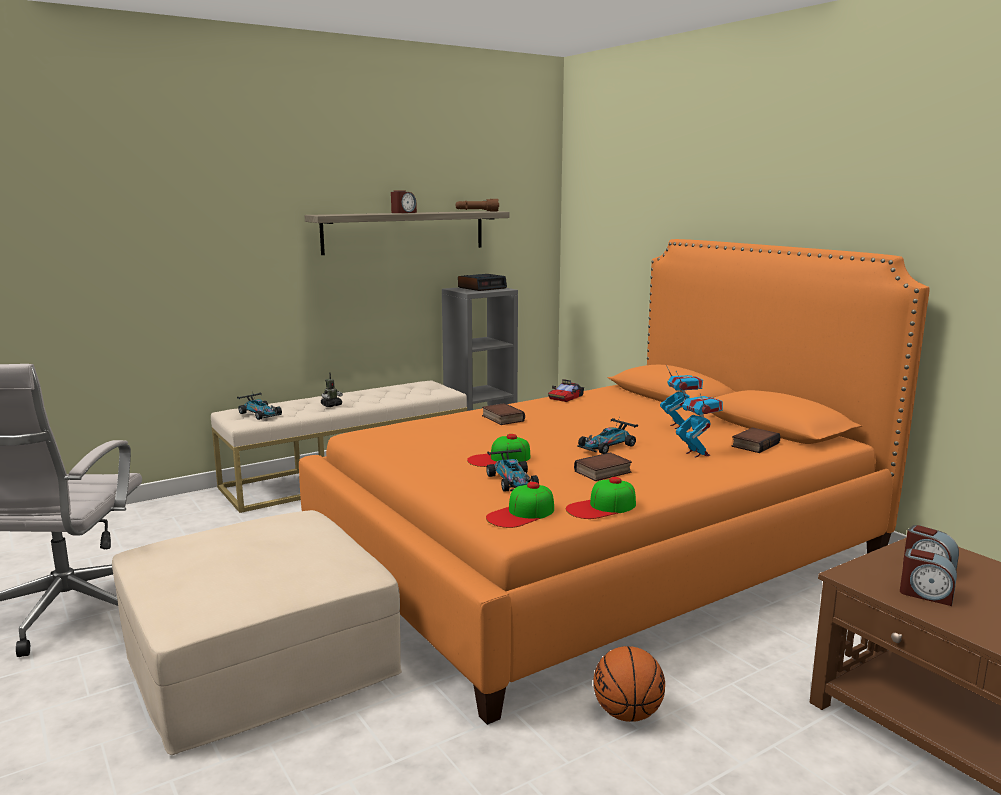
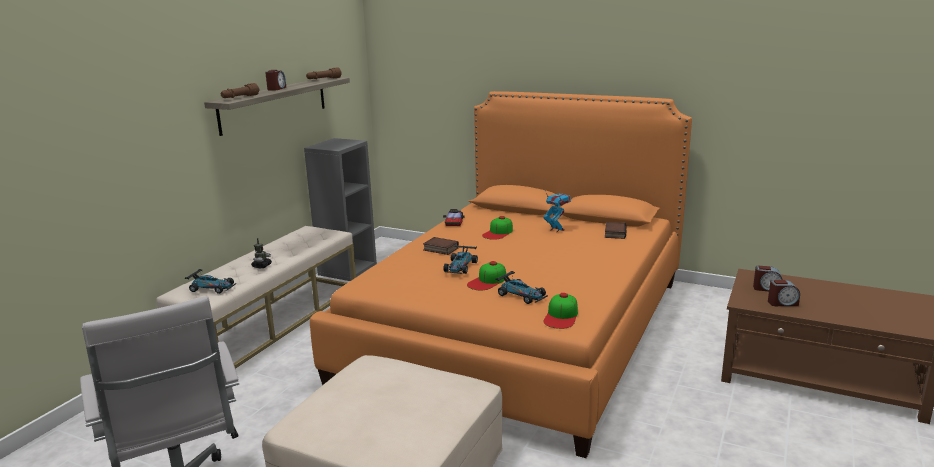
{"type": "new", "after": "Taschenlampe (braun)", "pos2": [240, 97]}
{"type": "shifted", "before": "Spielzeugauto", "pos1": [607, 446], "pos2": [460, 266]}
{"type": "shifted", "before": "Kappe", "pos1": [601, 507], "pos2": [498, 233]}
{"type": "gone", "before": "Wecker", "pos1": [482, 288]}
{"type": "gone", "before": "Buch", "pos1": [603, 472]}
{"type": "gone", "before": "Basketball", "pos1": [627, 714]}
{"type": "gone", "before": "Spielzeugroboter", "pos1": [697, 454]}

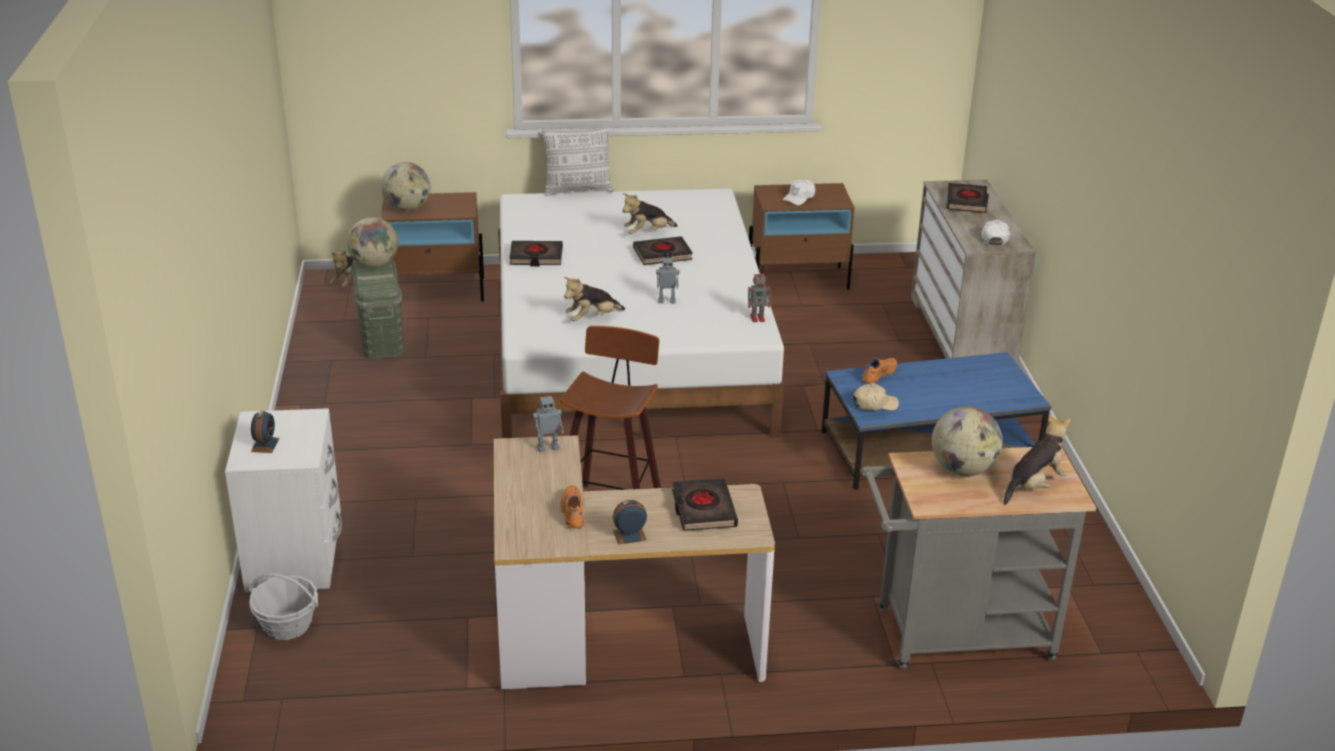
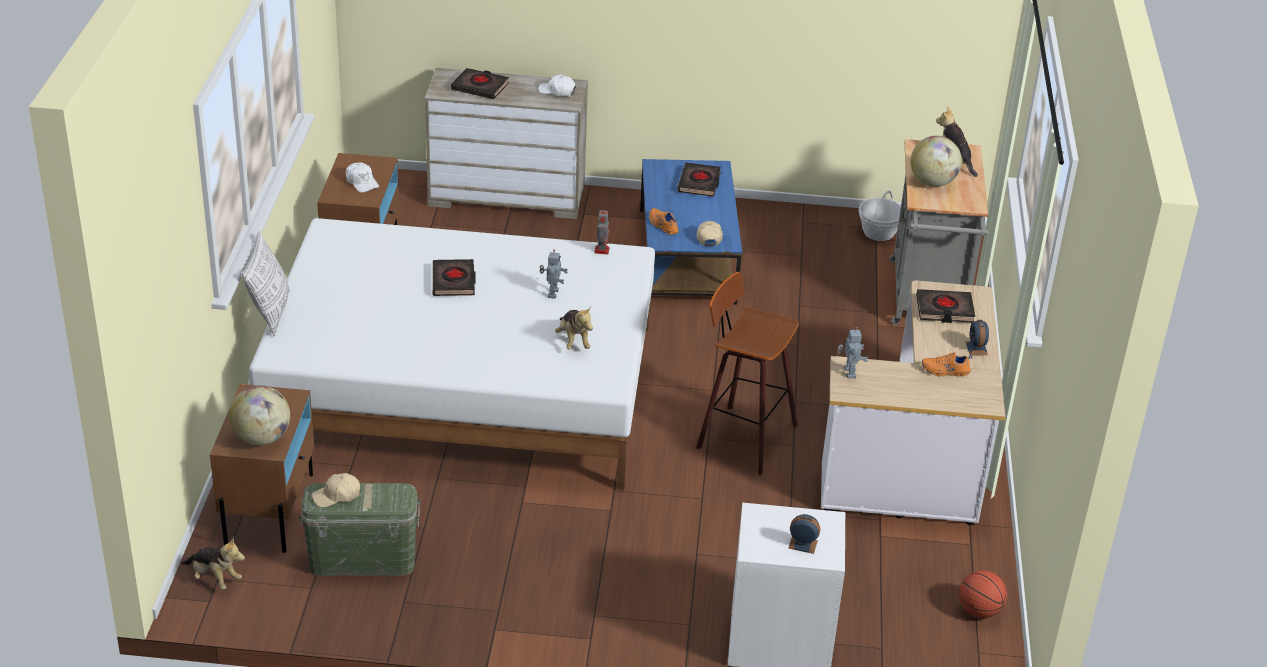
{"type": "swapped", "before": "Globus", "after": "Kappe (beige)", "pos1": [374, 265], "pos2": [337, 496]}
{"type": "shifted", "before": "Buch (schwarz)", "pos1": [536, 257], "pos2": [699, 183]}
{"type": "shifted", "before": "Korb", "pos1": [287, 625], "pos2": [878, 232]}
{"type": "new", "after": "Basketball", "pos2": [979, 611]}
{"type": "gone", "before": "Plüschtier", "pos1": [647, 233]}

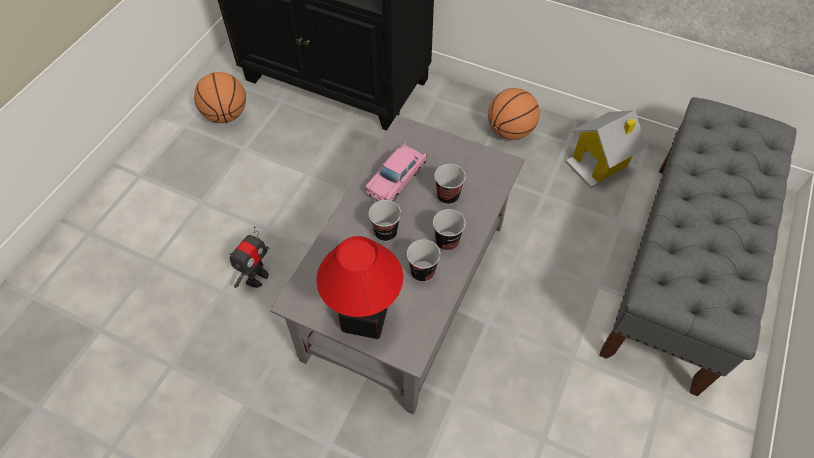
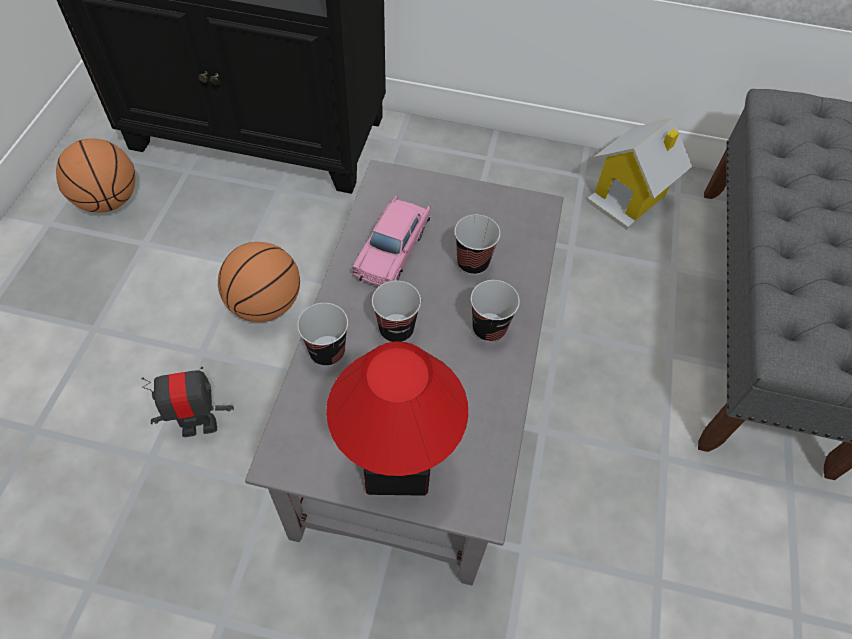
{"type": "rotated", "before": "Spielzeugroboter", "pos1": [257, 277], "pos2": [199, 426], "turn": -120}
{"type": "shifted", "before": "Basketball", "pos1": [510, 131], "pos2": [265, 304]}
{"type": "shifted", "before": "Tasse", "pos1": [422, 272], "pos2": [327, 352]}

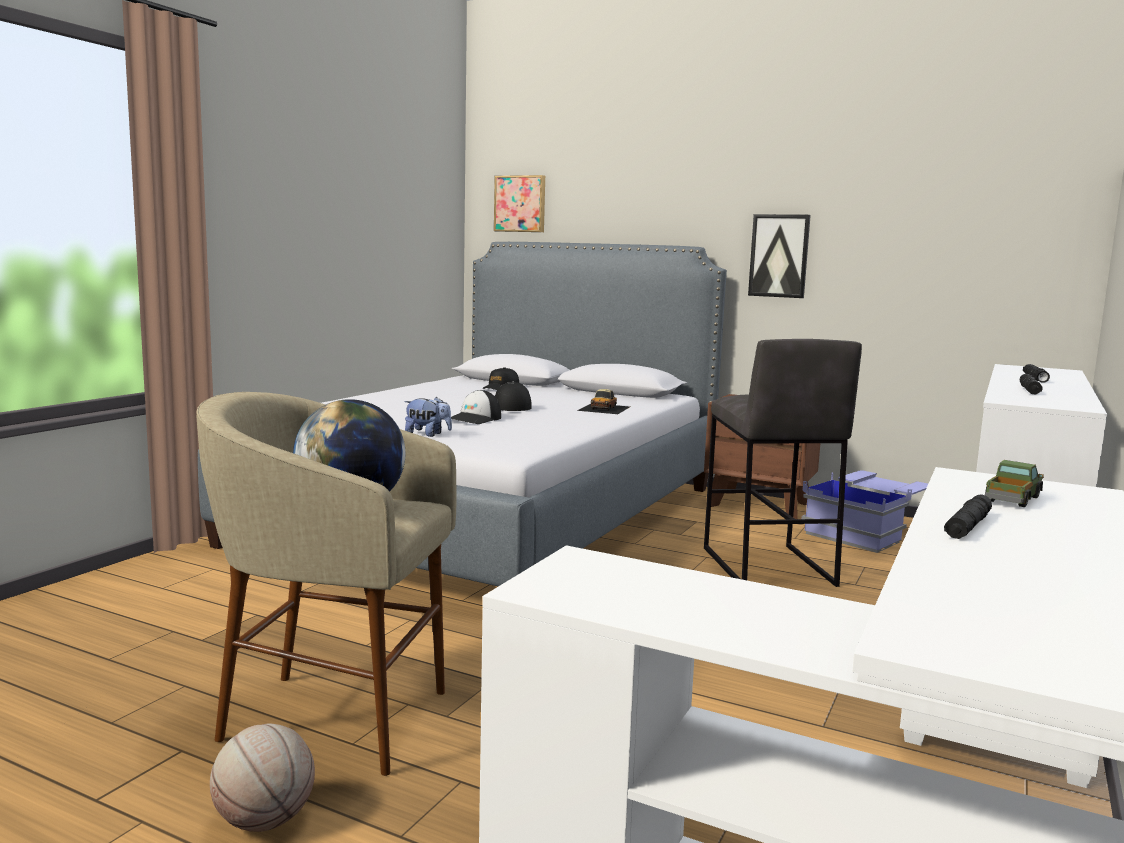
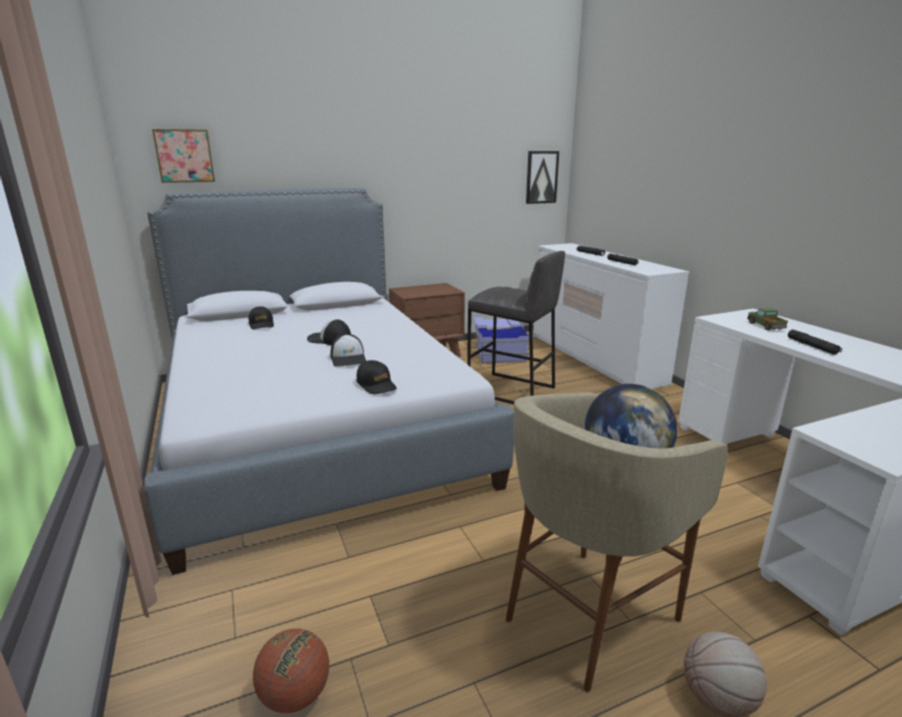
{"type": "new", "after": "Basketball", "pos2": [295, 695]}
{"type": "swapped", "before": "Plüschtier", "after": "Kappe (schwarz)", "pos1": [428, 434], "pos2": [376, 385]}
{"type": "shifted", "before": "Bild", "pos1": [779, 256], "pos2": [541, 177]}
{"type": "gone", "before": "Spielzeugauto", "pos1": [604, 408]}

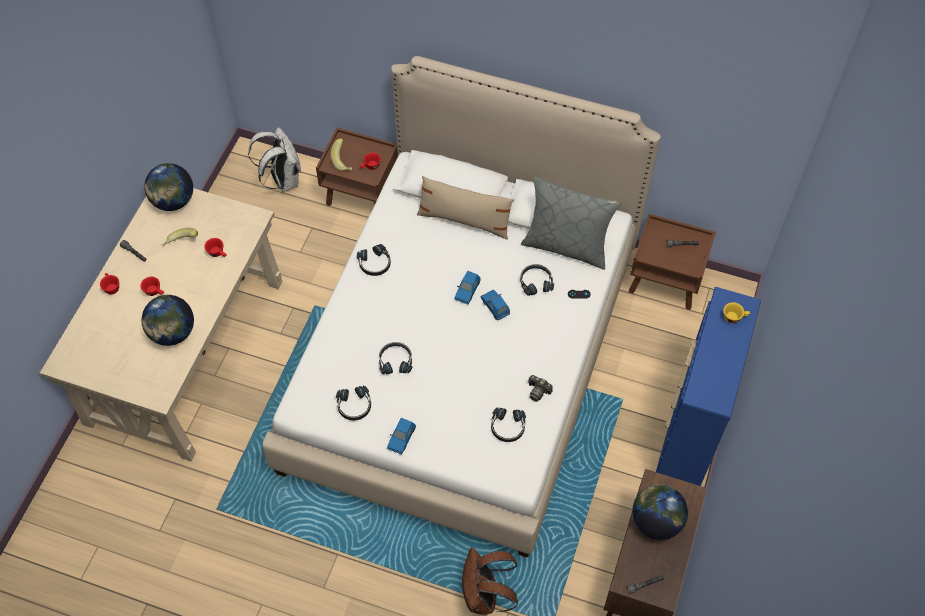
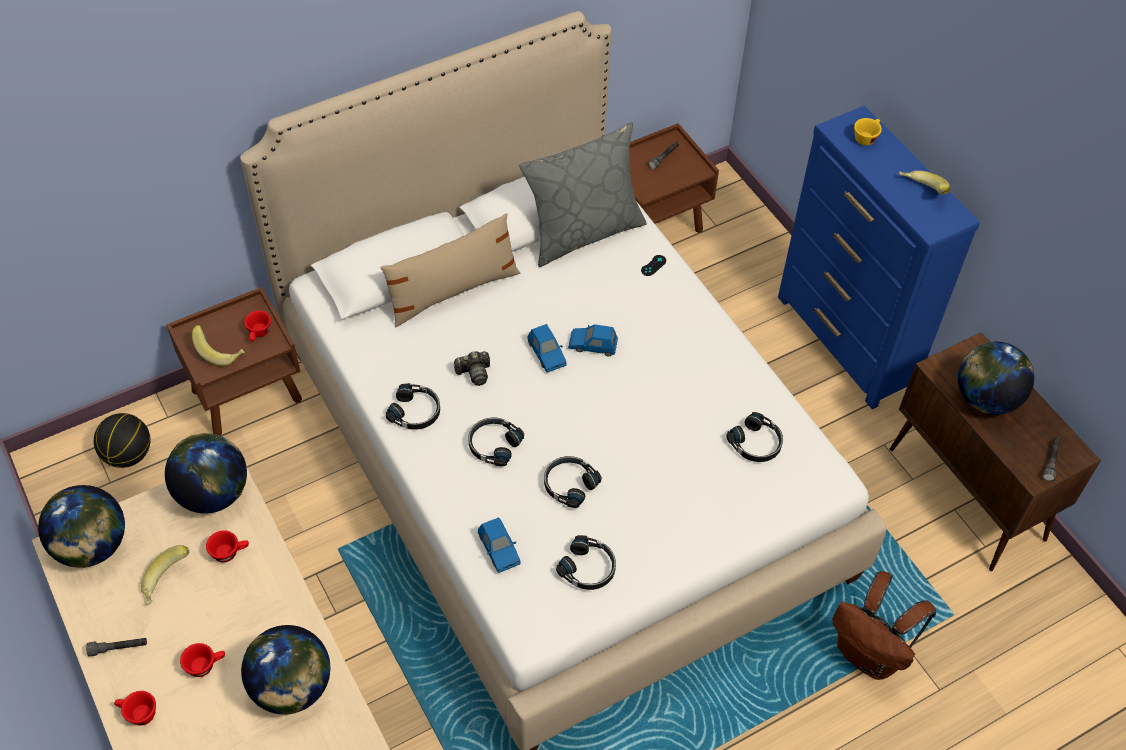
{"type": "swapped", "before": "Rucksack (weiß)", "after": "Basketball", "pos1": [282, 180], "pos2": [128, 455]}
{"type": "new", "after": "Globus", "pos2": [213, 494]}
{"type": "shifted", "before": "Kamera", "pos1": [538, 391], "pos2": [474, 373]}
{"type": "shifted", "before": "Kopfhörer (schwarz)", "pos1": [535, 282], "pos2": [493, 445]}
{"type": "shifted", "before": "Spielzeugauto (blau)", "pos1": [401, 438], "pos2": [499, 549]}
{"type": "new", "after": "Banane", "pos2": [920, 192]}

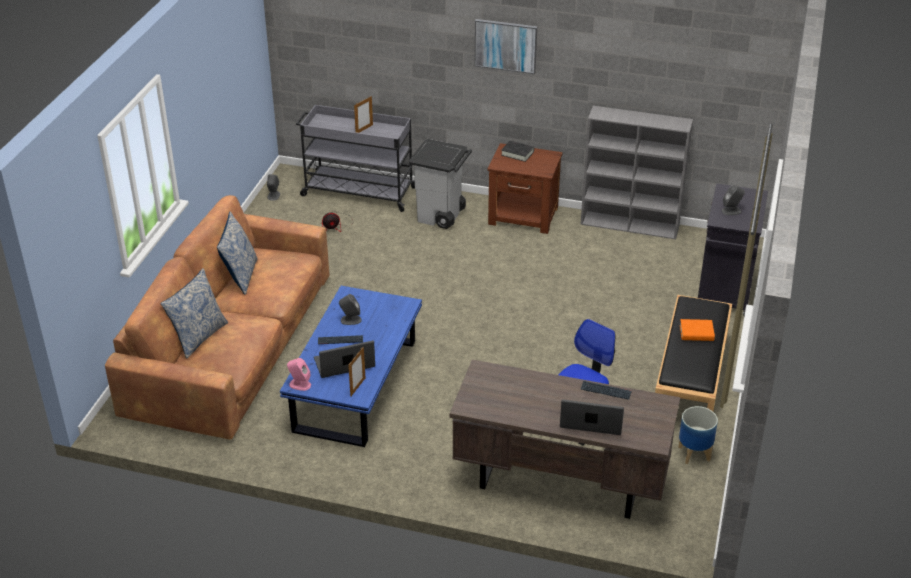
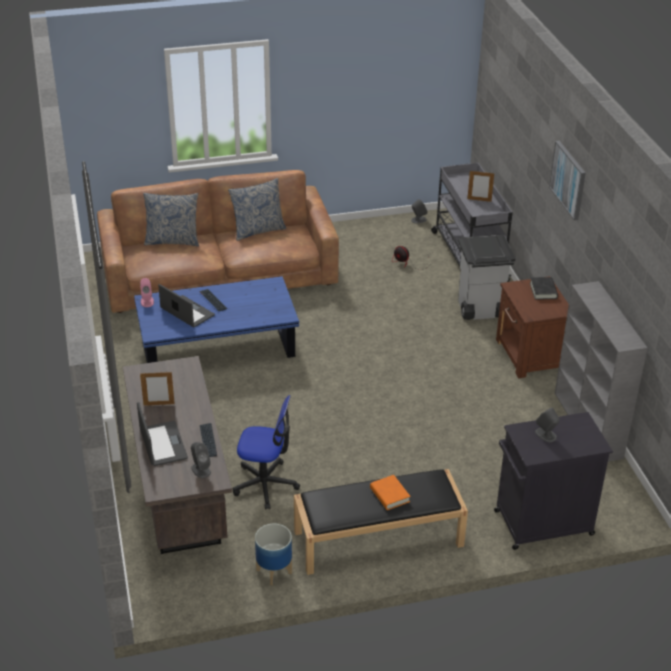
{"type": "shifted", "before": "Bilderrahmen", "pos1": [358, 387], "pos2": [159, 404]}
{"type": "shifted", "before": "Lautsprecher (grau)", "pos1": [350, 320], "pos2": [201, 469]}

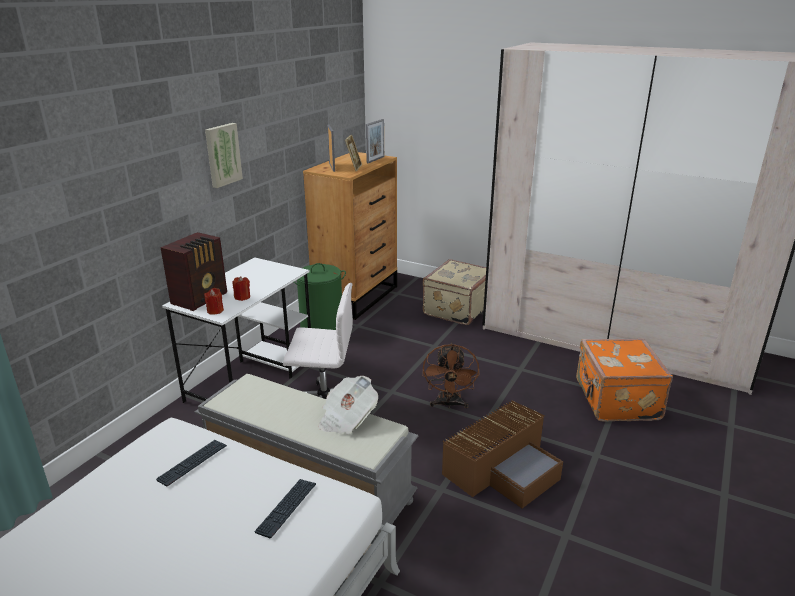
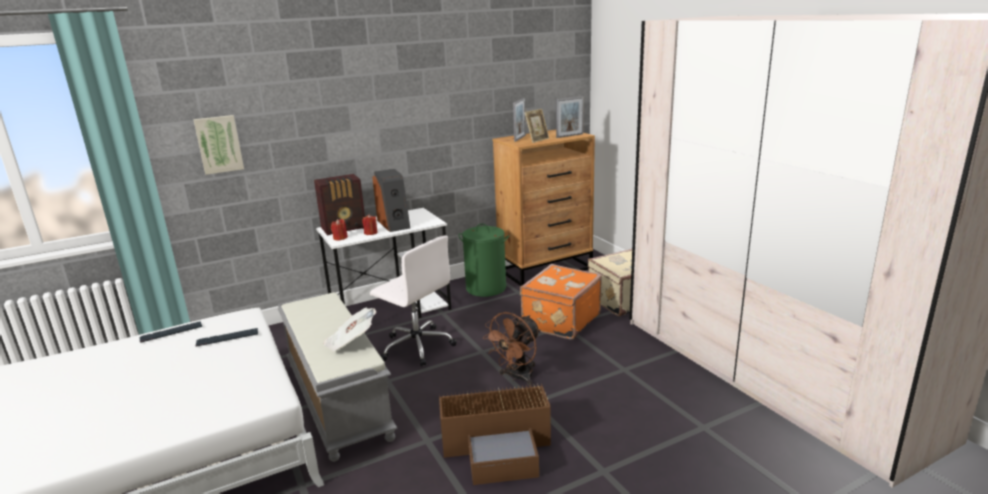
{"type": "shifted", "before": "Tastatur", "pos1": [286, 508], "pos2": [171, 333]}
{"type": "shifted", "before": "Bild", "pos1": [222, 155], "pos2": [219, 144]}
{"type": "new", "after": "Lautsprecher", "pos2": [394, 224]}
{"type": "shifted", "before": "Koffer (orange)", "pos1": [615, 400], "pos2": [559, 320]}

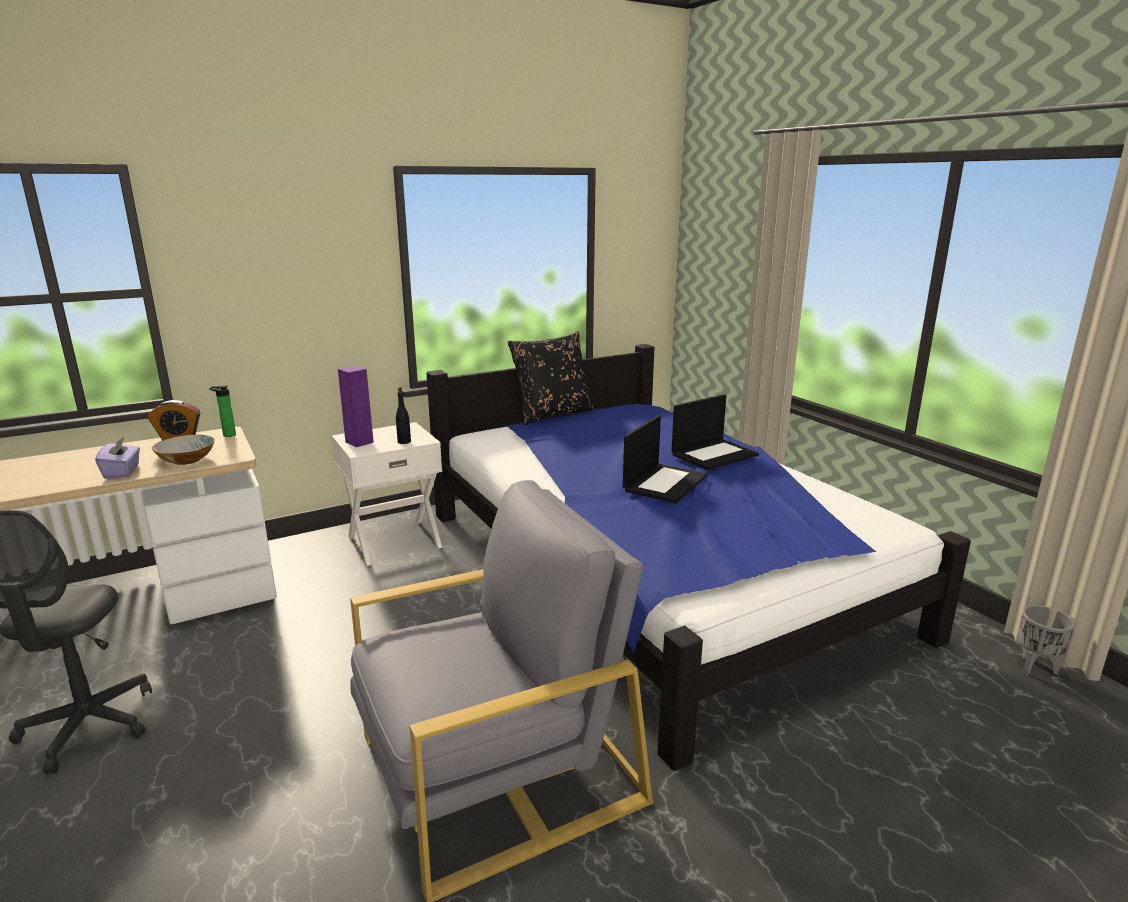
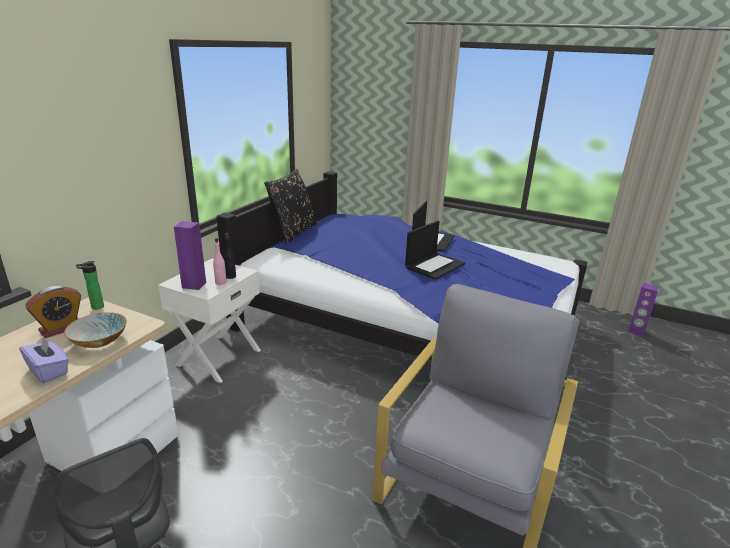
{"type": "new", "after": "Flasche (rosa)", "pos2": [220, 282]}
{"type": "rotated", "before": "Laptop", "pos1": [664, 483], "pos2": [435, 265], "turn": 45}
{"type": "new", "after": "Lautsprecher (lila)", "pos2": [636, 331]}
{"type": "gone", "before": "Pflanzkübel (grau)", "pos1": [1036, 668]}

